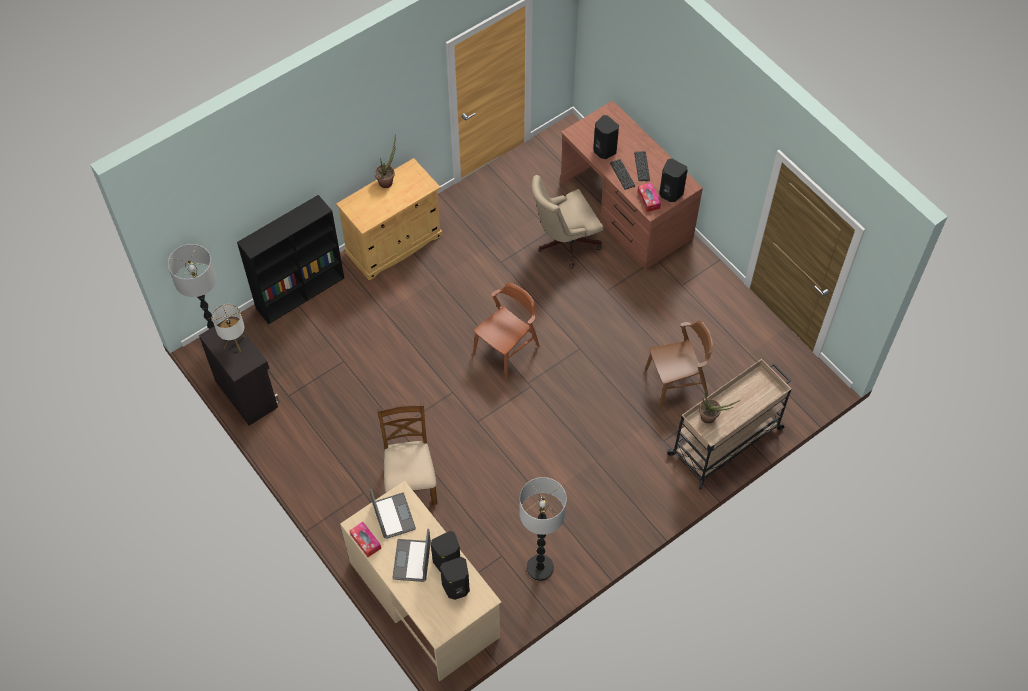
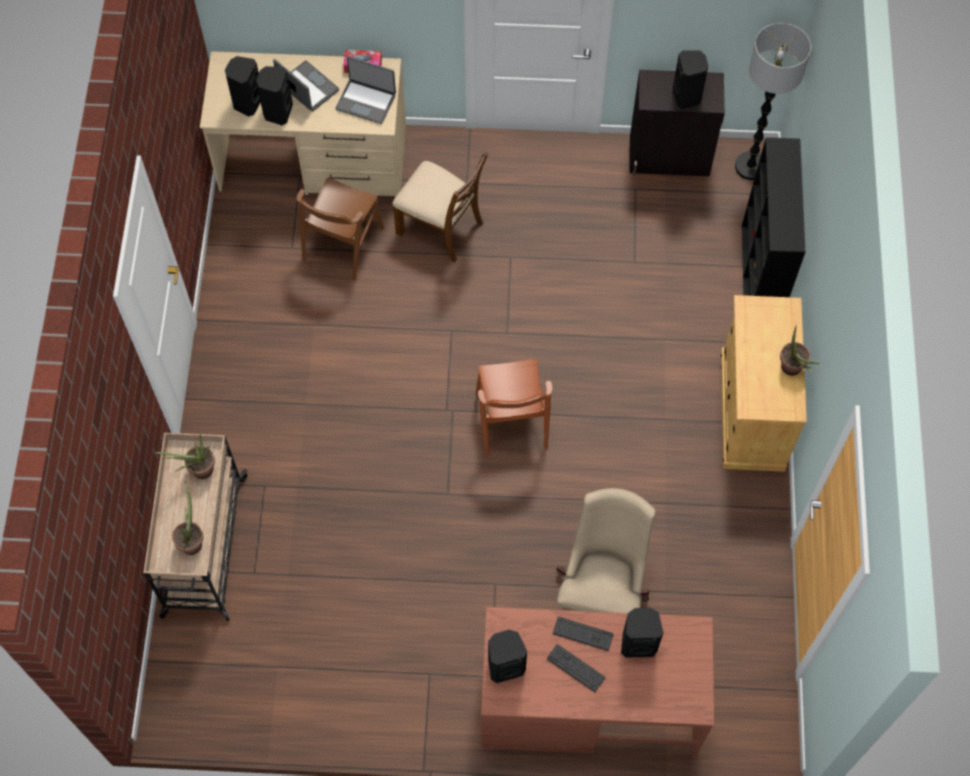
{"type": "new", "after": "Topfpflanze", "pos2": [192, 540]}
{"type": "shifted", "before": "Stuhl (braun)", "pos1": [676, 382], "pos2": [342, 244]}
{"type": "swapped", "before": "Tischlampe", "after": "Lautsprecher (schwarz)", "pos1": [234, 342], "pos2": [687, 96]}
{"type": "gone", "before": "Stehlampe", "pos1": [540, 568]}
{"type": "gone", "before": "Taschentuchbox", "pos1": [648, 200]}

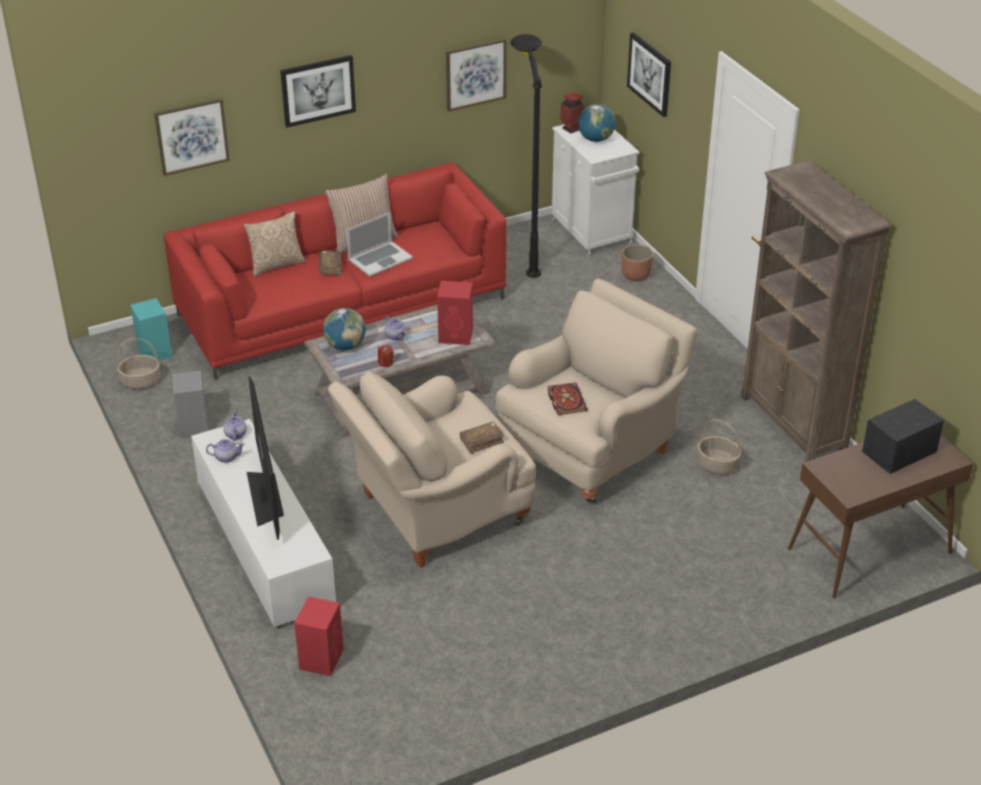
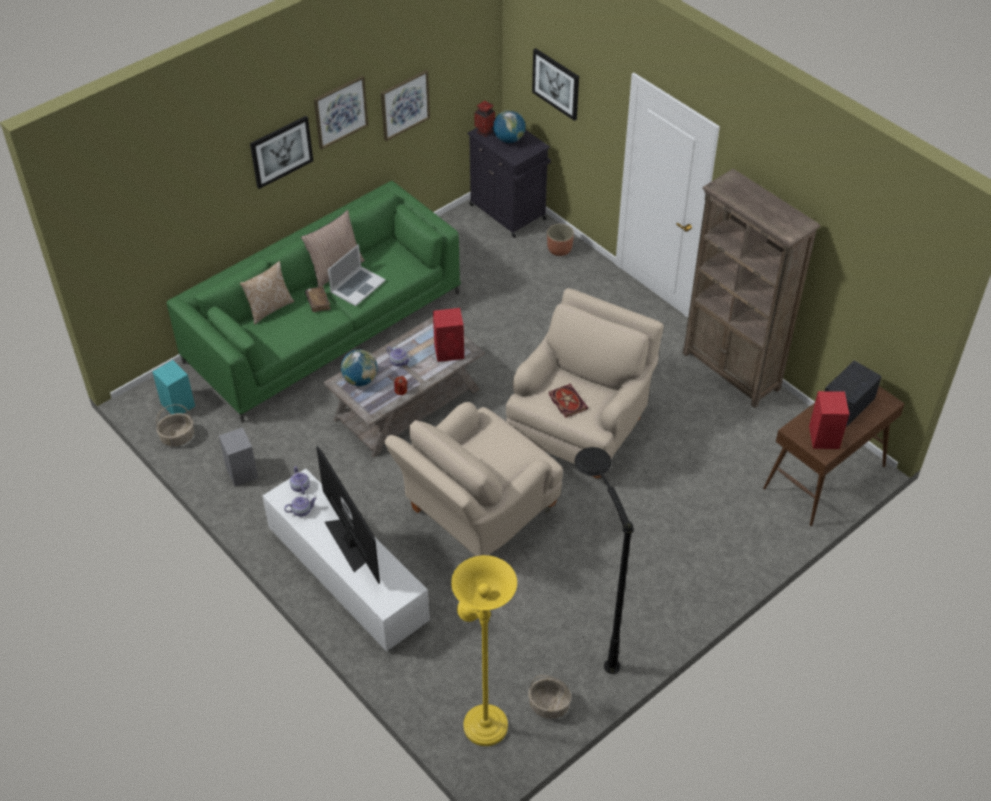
{"type": "repainted", "before": "Sofa (rot)", "after": "Sofa (grün)", "pos1": [342, 307], "pos2": [324, 327]}
{"type": "shifted", "before": "Bild", "pos1": [192, 136], "pos2": [340, 111]}
{"type": "new", "after": "Stehlampe (gelb)", "pos2": [483, 720]}
{"type": "repainted", "before": "Schrank (weiß)", "after": "Schrank (schwarz)", "pos1": [592, 233], "pos2": [509, 213]}
{"type": "shifted", "before": "Korb", "pos1": [718, 465], "pos2": [549, 705]}
{"type": "shifted", "before": "Stehlampe (schwarz)", "pos1": [526, 248], "pos2": [589, 626]}
{"type": "shifted", "before": "Lautsprecher (rot)", "pos1": [322, 658], "pos2": [824, 436]}
{"type": "gone", "before": "Buch (braun)", "pos1": [481, 441]}

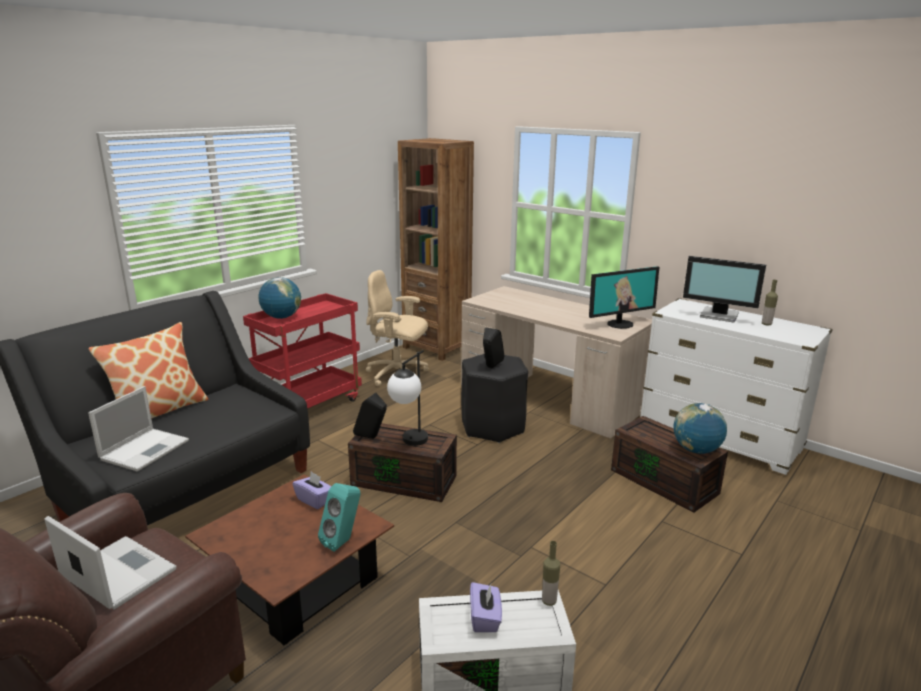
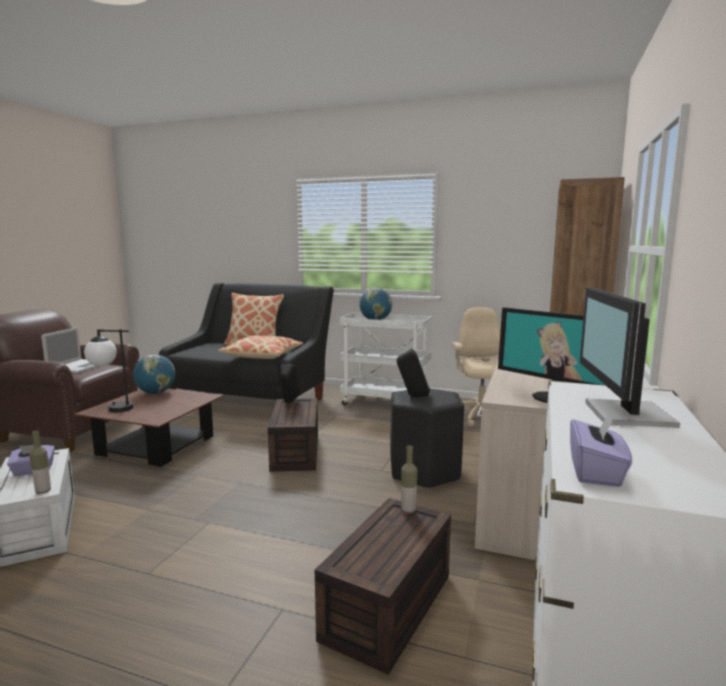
{"type": "shifted", "before": "Tischlampe", "pos1": [410, 444], "pos2": [112, 408]}
{"type": "shifted", "before": "Globus", "pos1": [696, 450], "pos2": [156, 393]}
{"type": "new", "after": "Kissen", "pos2": [262, 356]}
{"type": "repainted", "before": "Rollwagen (rot)", "after": "Rollwagen (weiß)", "pos1": [310, 406], "pos2": [386, 402]}
{"type": "shifted", "before": "Flasche", "pos1": [766, 324], "pos2": [408, 510]}
{"type": "shifted", "before": "Taschentuchbox (lila)", "pos1": [314, 500], "pos2": [596, 472]}
{"type": "gone", "before": "Laptop", "pos1": [146, 449]}
{"type": "gone", "before": "Lautsprecher (türkis)", "pos1": [343, 541]}

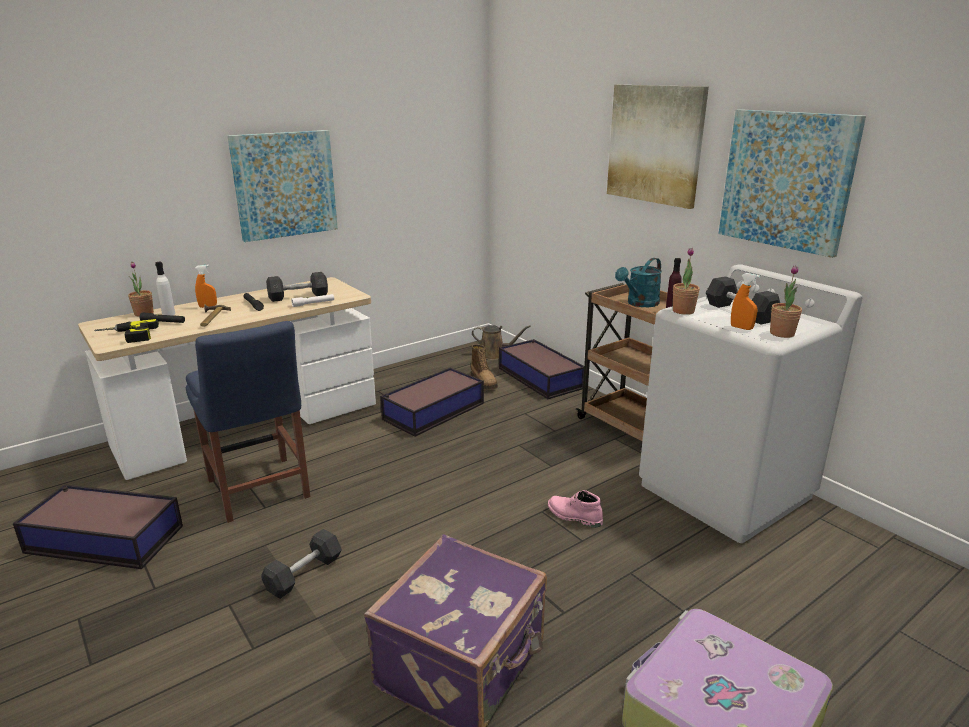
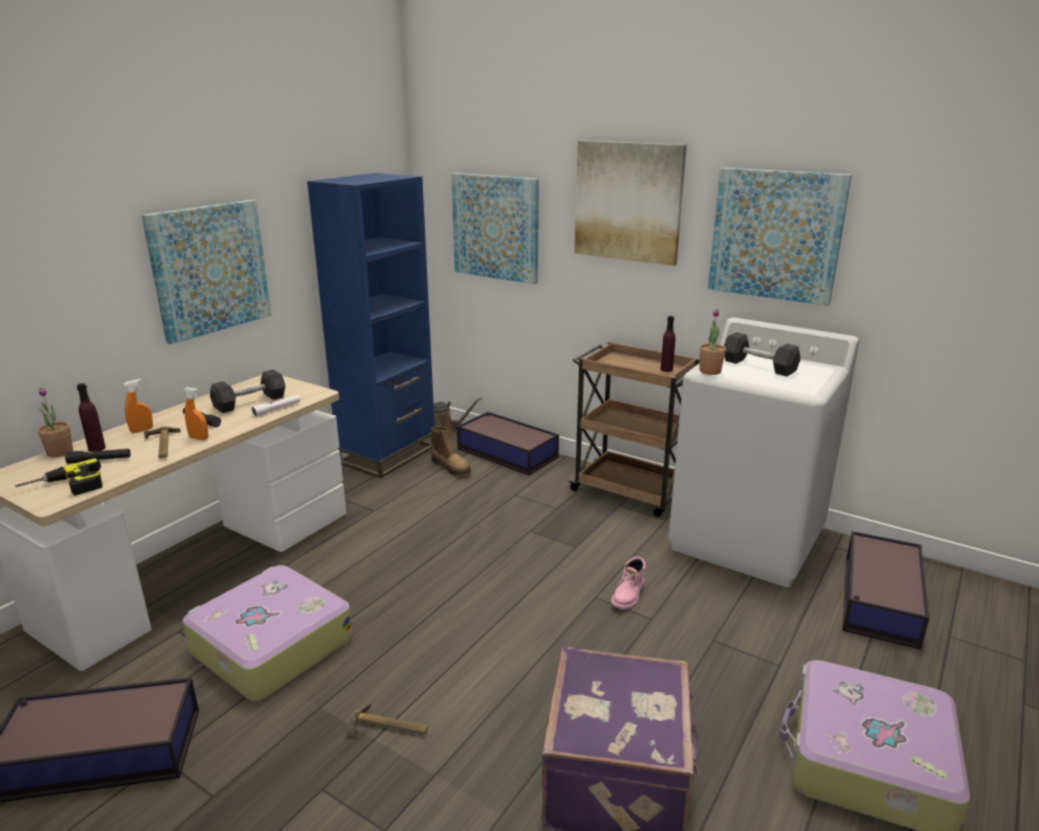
{"type": "repainted", "before": "Flasche (weiß)", "after": "Flasche (lila)", "pos1": [168, 314], "pos2": [97, 448]}
{"type": "swapped", "before": "Stuhl (blau)", "after": "Koffer", "pos1": [259, 491], "pos2": [270, 645]}
{"type": "shifted", "before": "Sprühflasche (orange)", "pos1": [741, 328], "pos2": [199, 438]}
{"type": "new", "after": "Bücherregal (blau)", "pos2": [388, 454]}
{"type": "swapped", "before": "Hantel (grau)", "after": "Hammer", "pos1": [304, 574], "pos2": [388, 729]}
{"type": "new", "after": "Bild", "pos2": [496, 227]}
{"type": "rotated", "before": "Stiefel (rosa)", "pos1": [573, 516], "pos2": [629, 595], "turn": -75}
{"type": "shifted", "before": "Aufbewahrungsbox", "pos1": [432, 411], "pos2": [879, 601]}
{"type": "gone", "before": "Gießkanne (türkis)", "pos1": [639, 304]}
{"type": "gone", "before": "Topfpflanze", "pos1": [782, 333]}

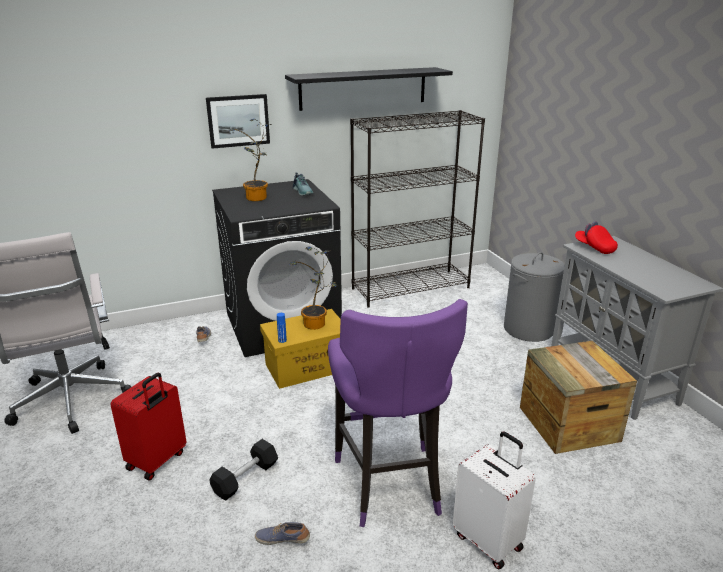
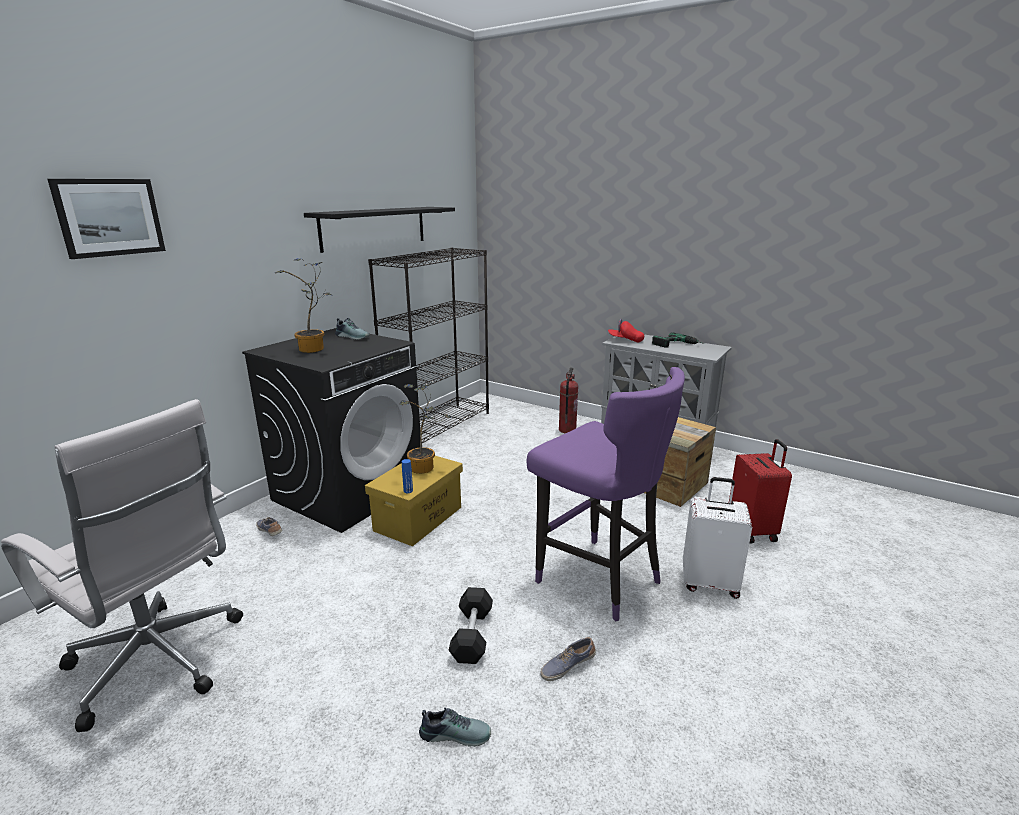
{"type": "shifted", "before": "Bild", "pos1": [238, 120], "pos2": [109, 217]}
{"type": "new", "after": "Schuh", "pos2": [455, 733]}
{"type": "swapped", "before": "Wäschekorb (grau)", "after": "Feuerlöscher", "pos1": [528, 329], "pos2": [567, 430]}
{"type": "new", "after": "Bohrmaschine", "pos2": [678, 345]}
{"type": "shifted", "before": "Koffer (rot)", "pos1": [157, 461], "pos2": [753, 530]}

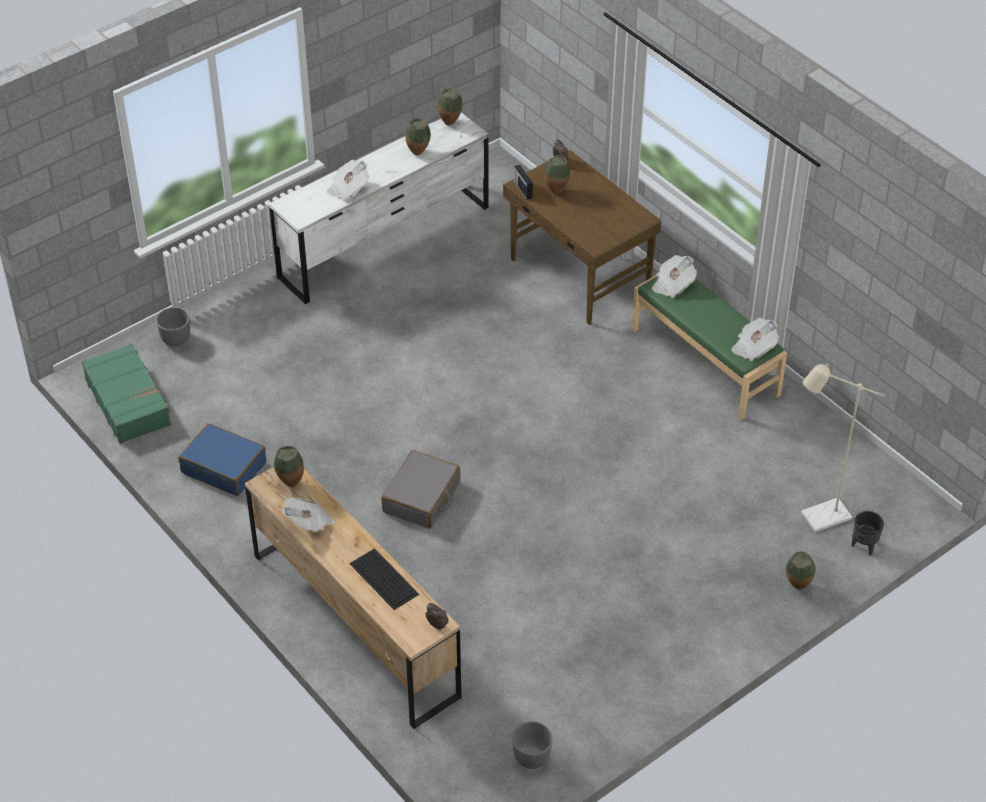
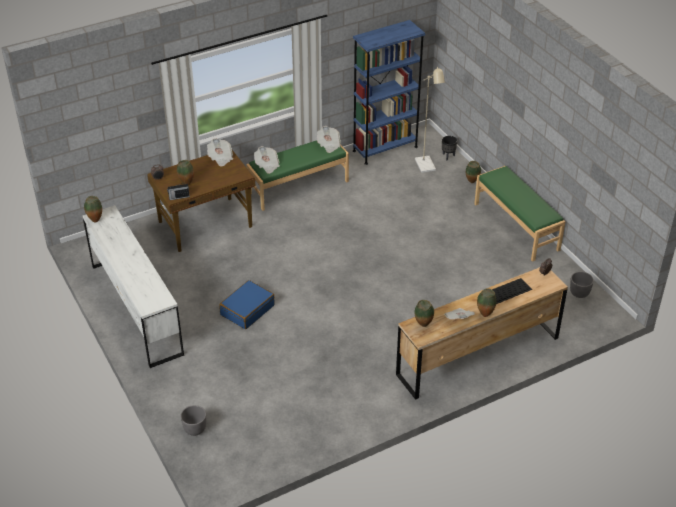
{"type": "shifted", "before": "Zeitung", "pos1": [348, 189], "pos2": [220, 158]}
{"type": "shifted", "before": "Koffer (blau)", "pos1": [224, 467], "pos2": [247, 310]}
{"type": "new", "after": "Bücherregal (blau)", "pos2": [385, 149]}
{"type": "new", "after": "Bank (grün)", "pos2": [516, 226]}
{"type": "shifted", "before": "Vase", "pos1": [418, 153], "pos2": [484, 314]}
{"type": "gone", "before": "Koffer (grün)", "pos1": [128, 401]}
{"type": "gone", "before": "Koffer (grau)", "pos1": [422, 497]}

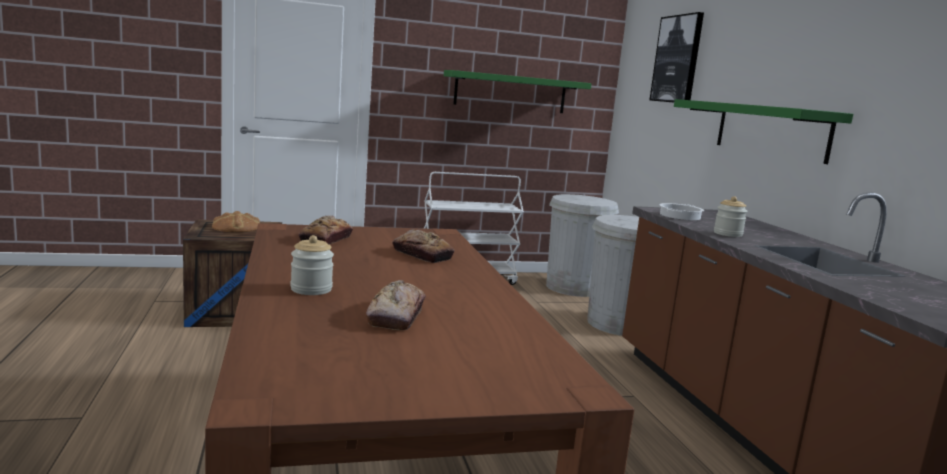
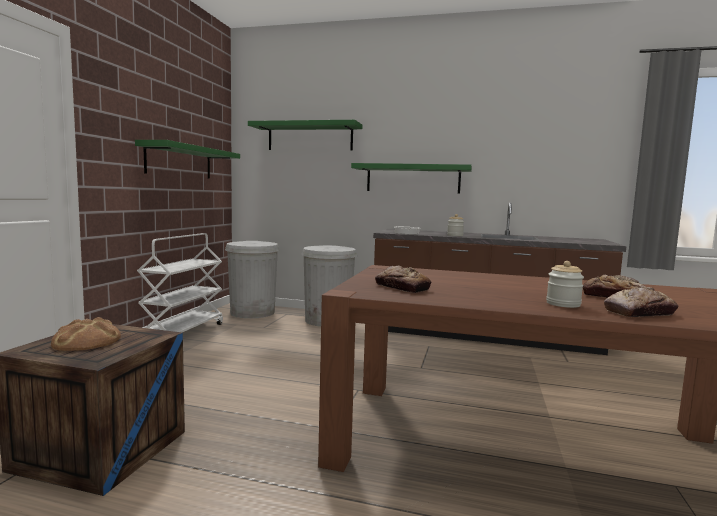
{"type": "swapped", "before": "Bild", "after": "Wandregal (grün)", "pos1": [677, 59], "pos2": [310, 137]}
{"type": "shifted", "before": "Brot", "pos1": [422, 255], "pos2": [639, 312]}

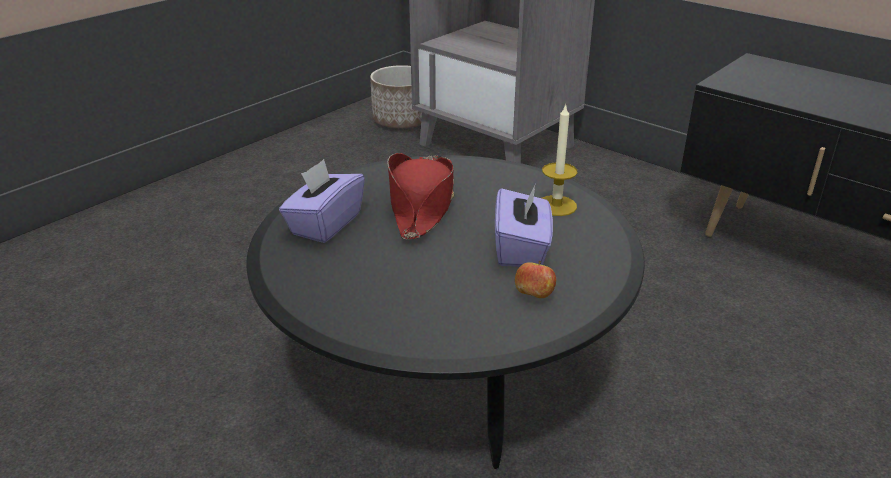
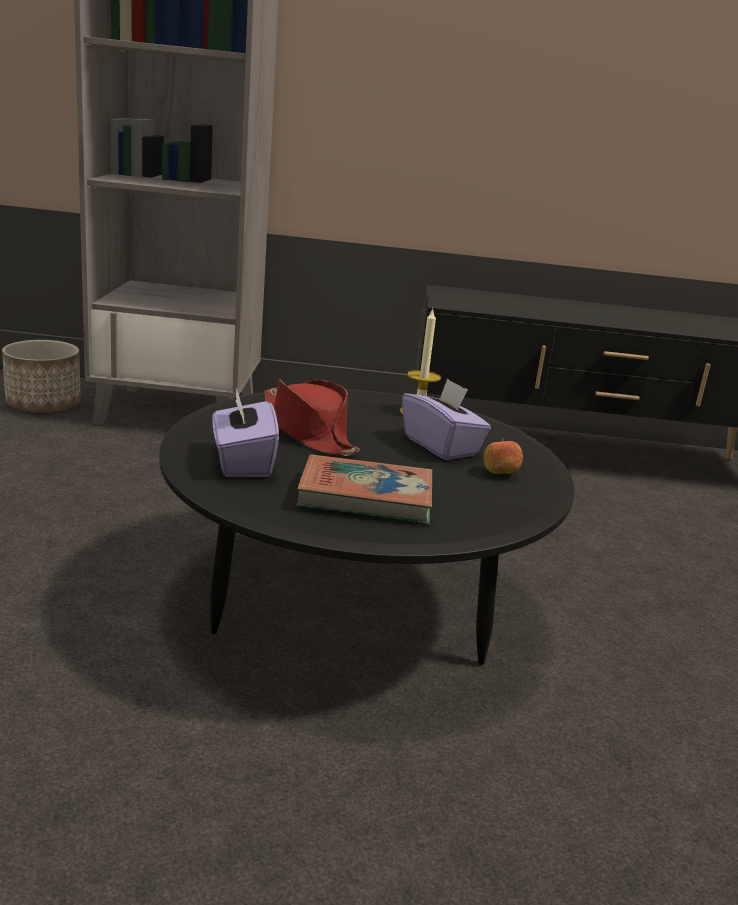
{"type": "new", "after": "Buch", "pos2": [366, 497]}

